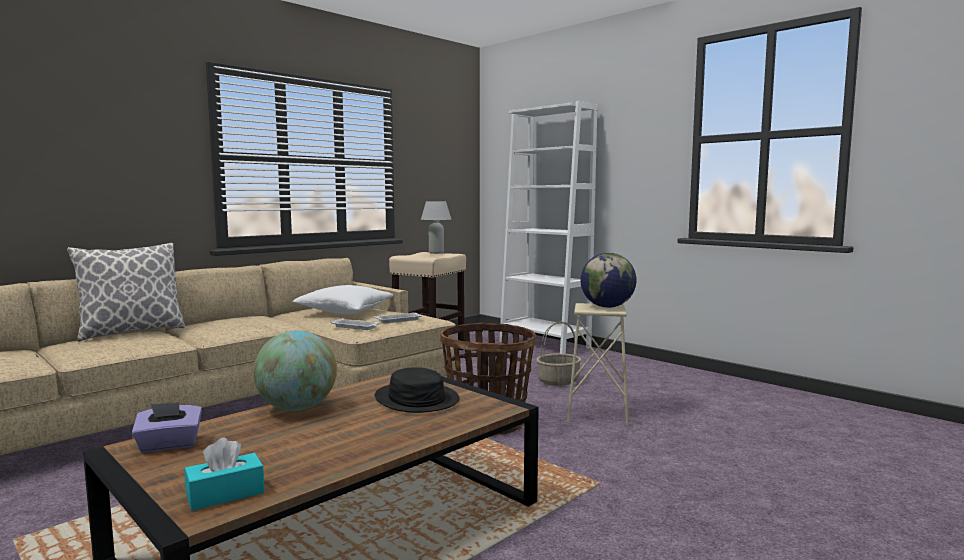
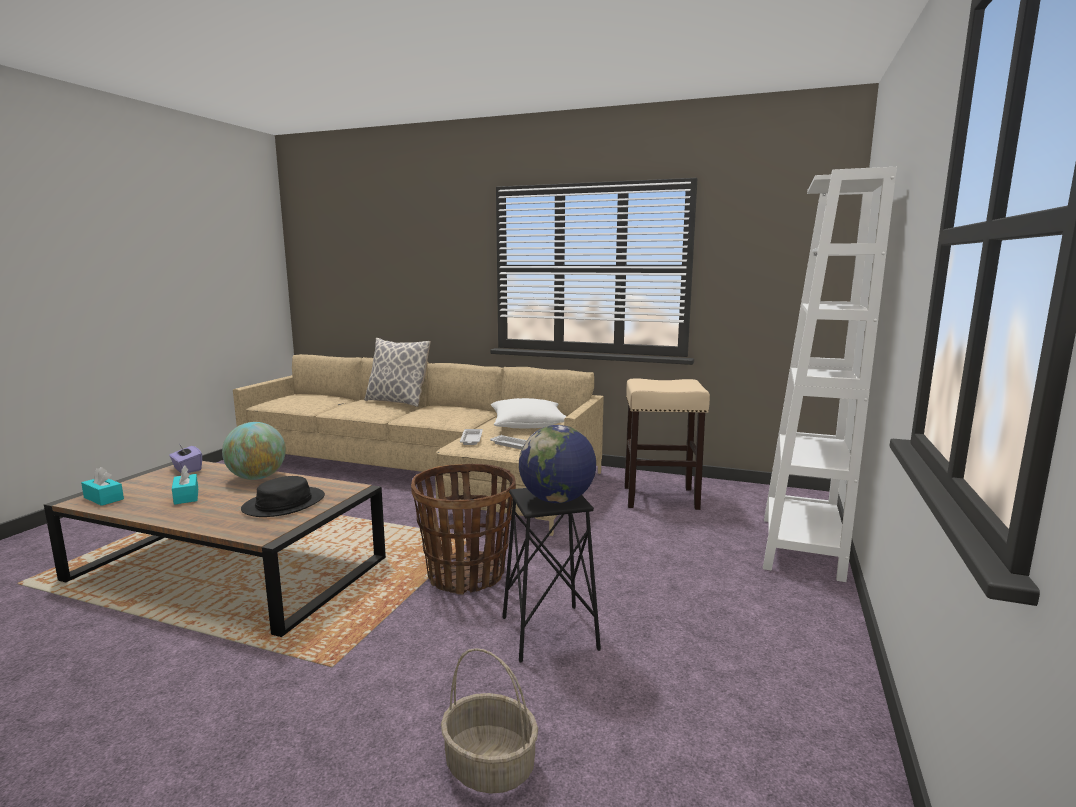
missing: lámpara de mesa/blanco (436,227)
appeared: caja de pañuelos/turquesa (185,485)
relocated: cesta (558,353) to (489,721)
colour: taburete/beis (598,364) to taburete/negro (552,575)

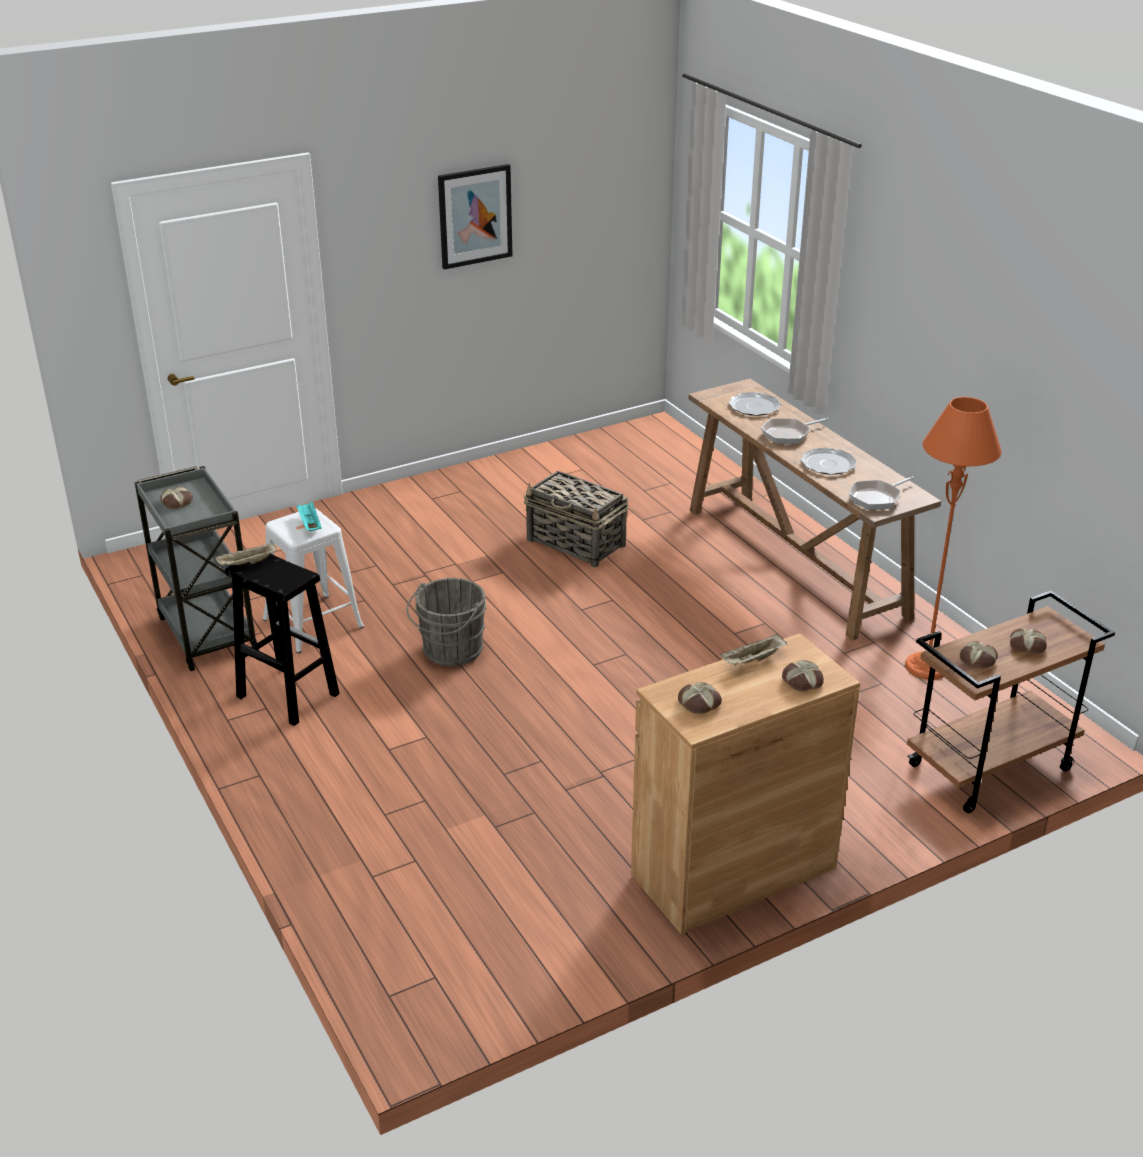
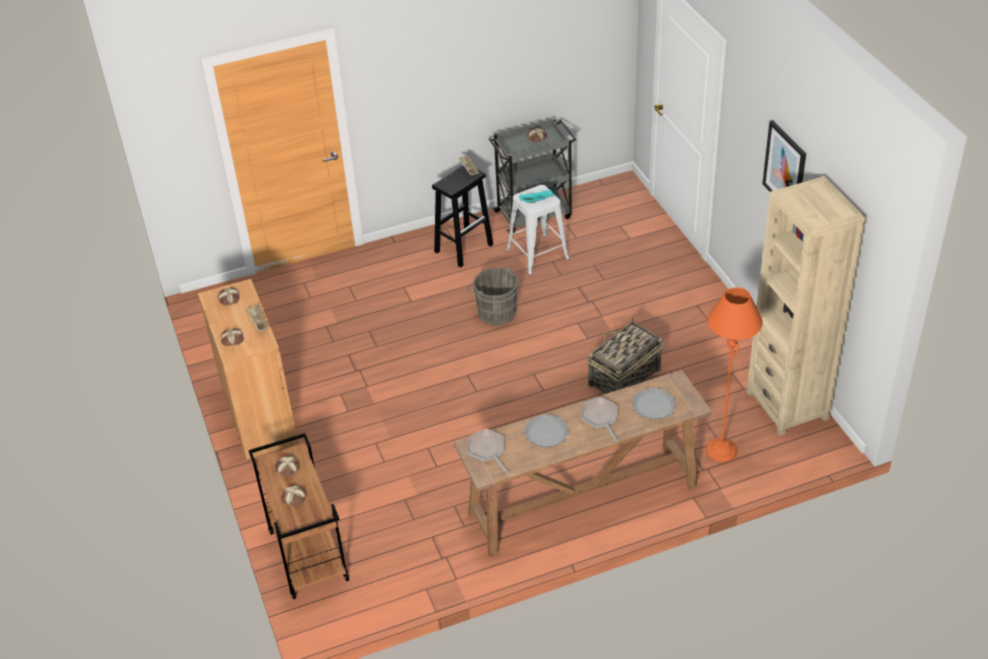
appeared: estantería/beis (806,306)
relocated: lámpara de pie/naranja (953,538) to (734,374)

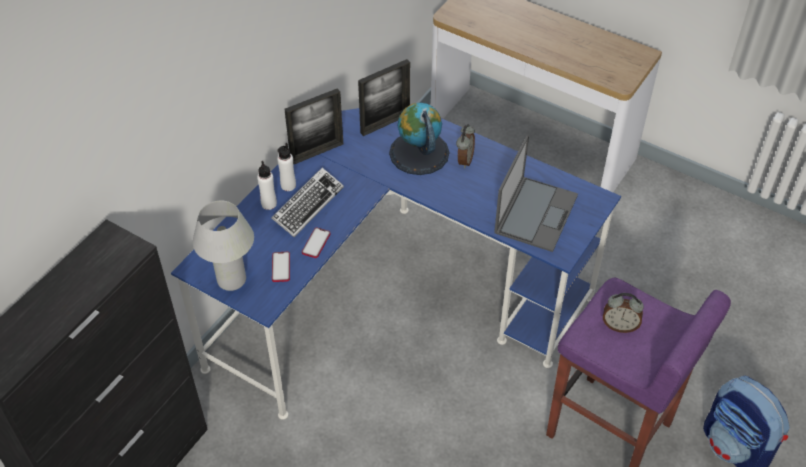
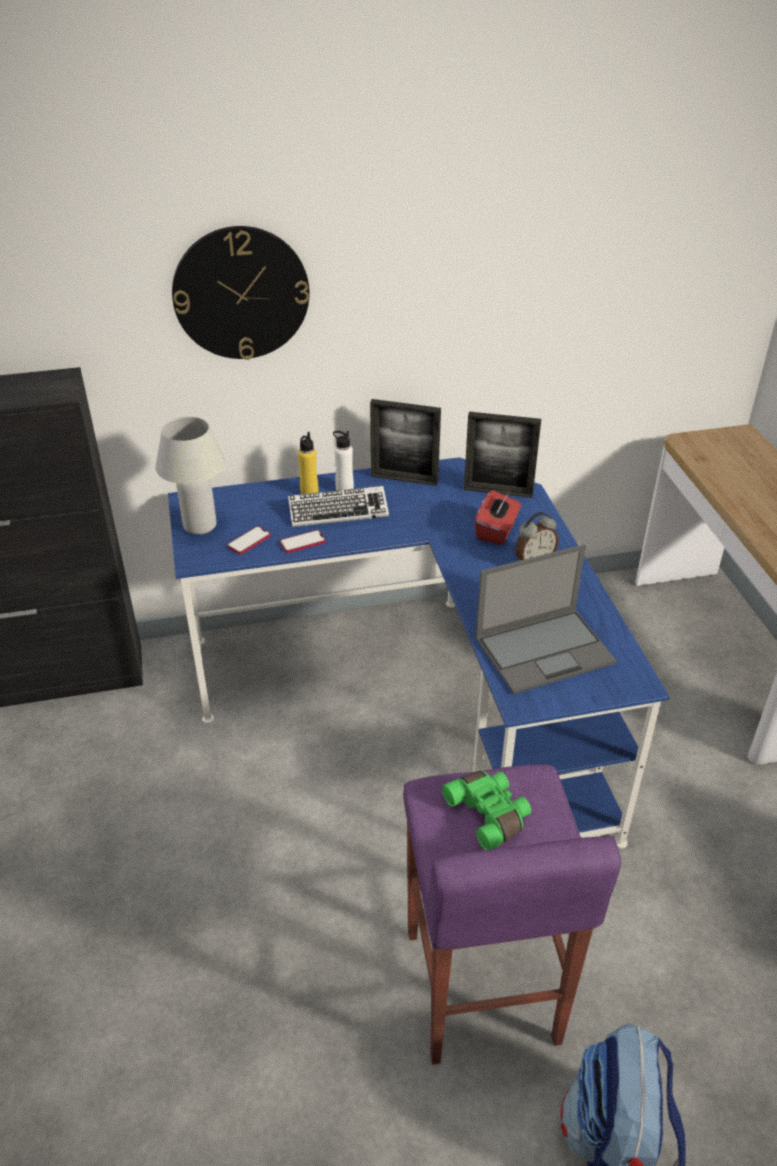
appeared: reloj de pared (240,293)
exchanged: globo terráqueo (419,138) to caja de pañuelos/rojo (497,517); despertador (623,313) to prismáticos/verde (486,810)
colour: botella/blanco (267,185) to botella/amarillo (308,463)

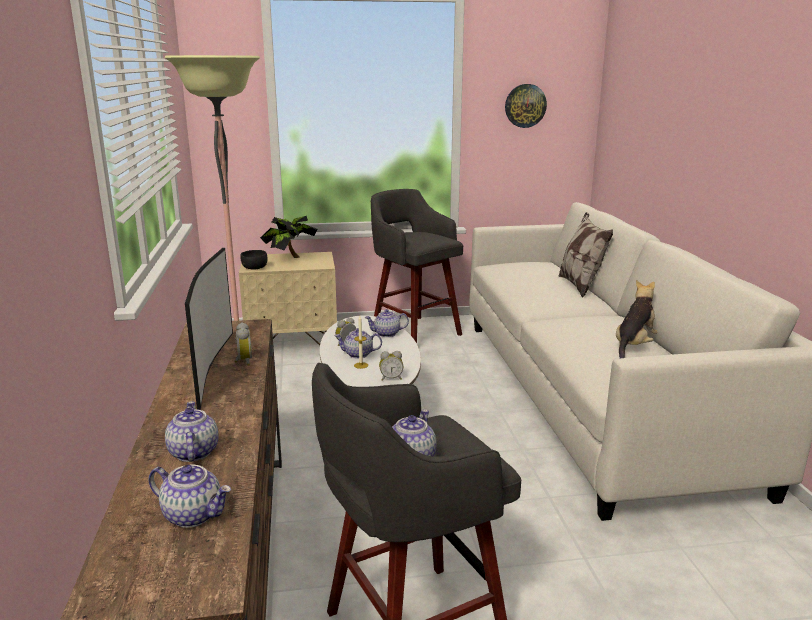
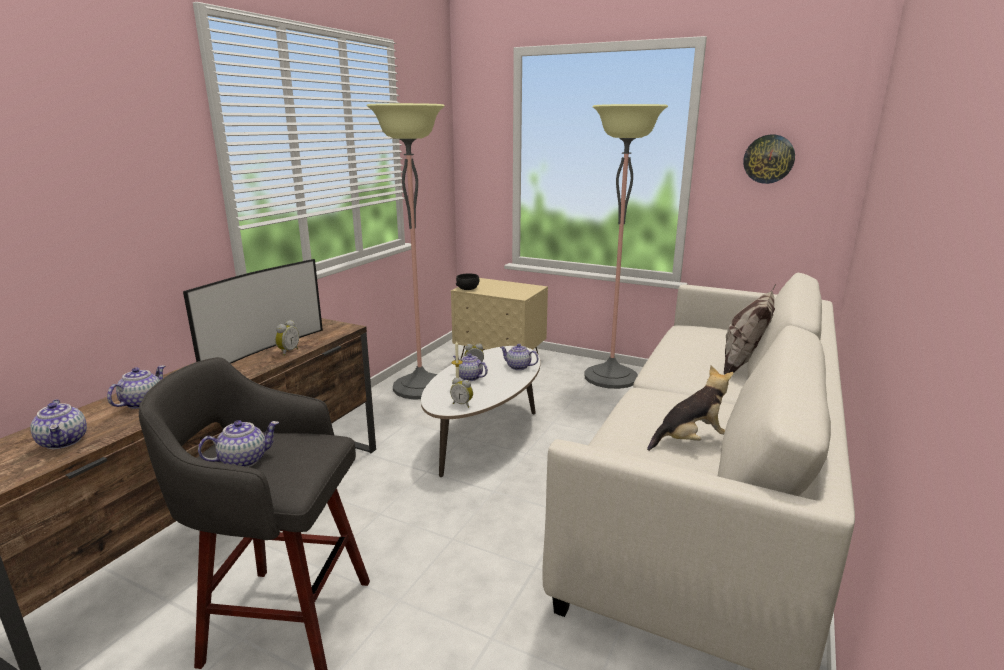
missing: planta en maceta (288,237)
exchanged: taburete/gris (417,266) to lámpara de pie (626,246)

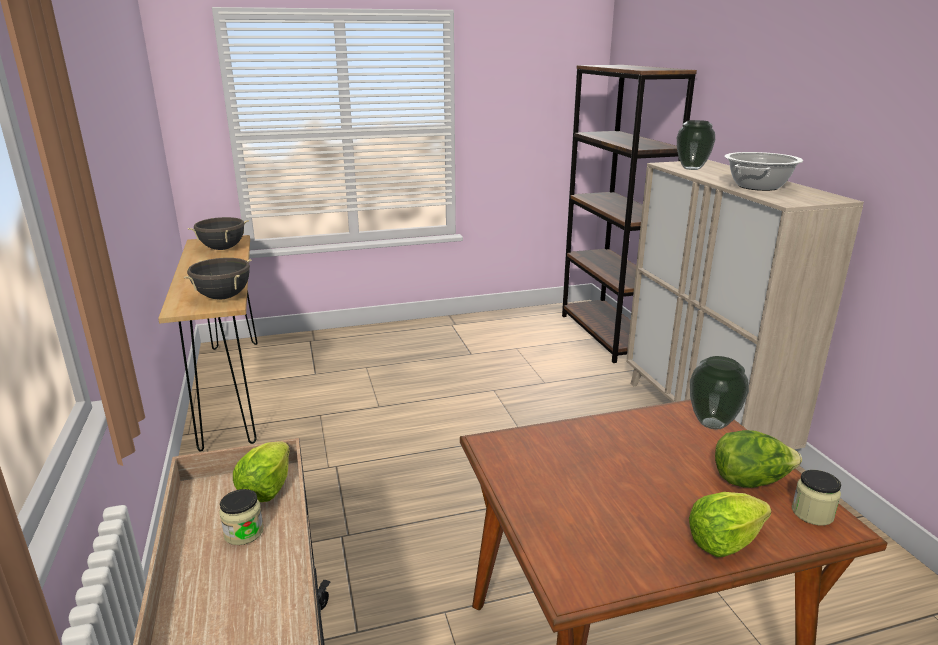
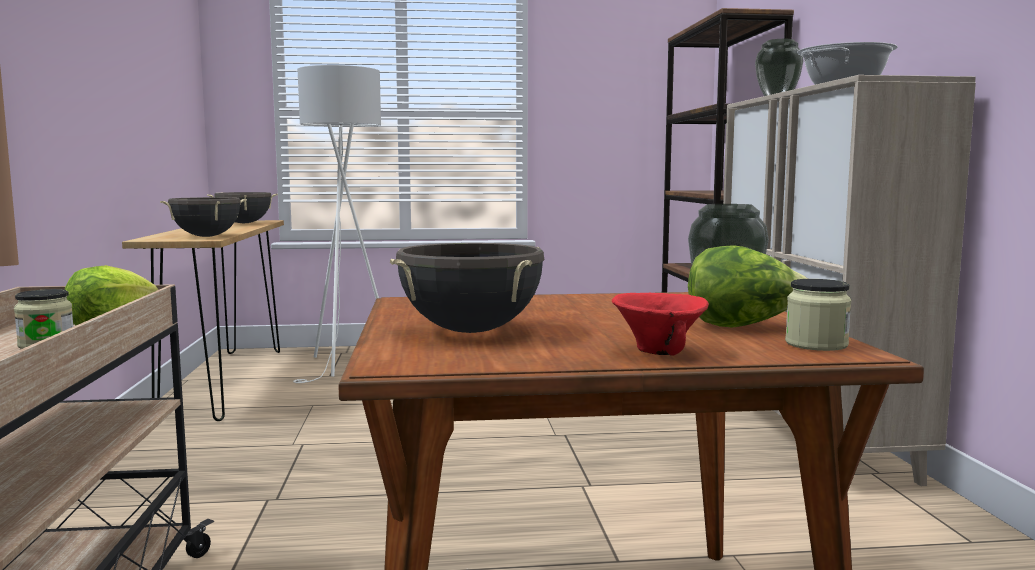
appeared: lámpara de pie/blanco (337,224); olla/negro (467,288)
exchanged: lechuga (730,524) to cuenco/rojo (660,324)

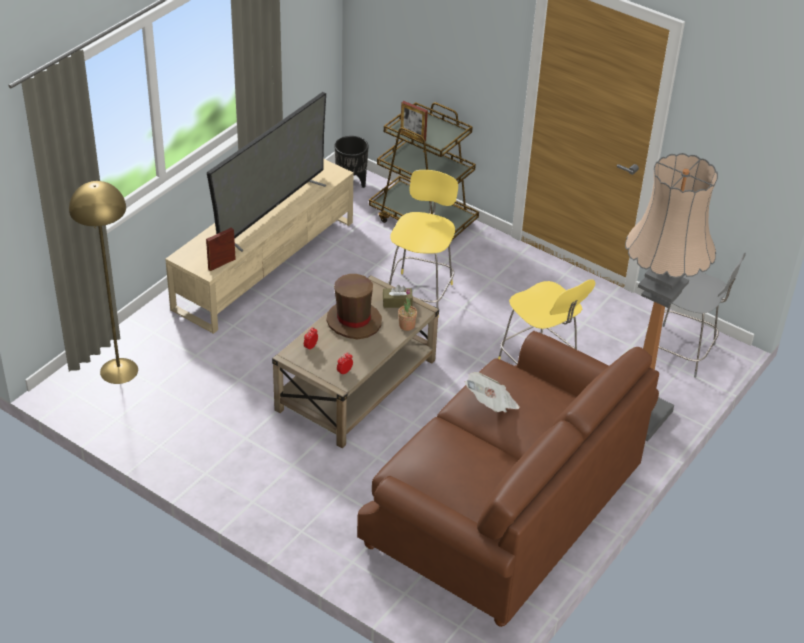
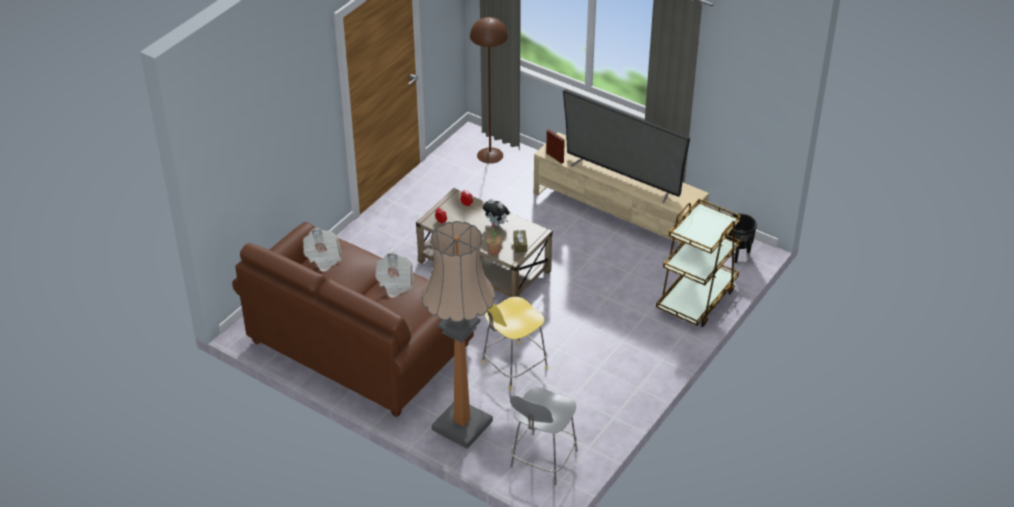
missing: taburete/amarillo (423,243); portarretratos (414,121)
appeared: periódico (322,250)
exchanged: sombrero/marrón (354,306) to peluche (496,212)
colour: lámpara de pie/amarillo (103,282) to lámpara de pie/marrón (489,90)

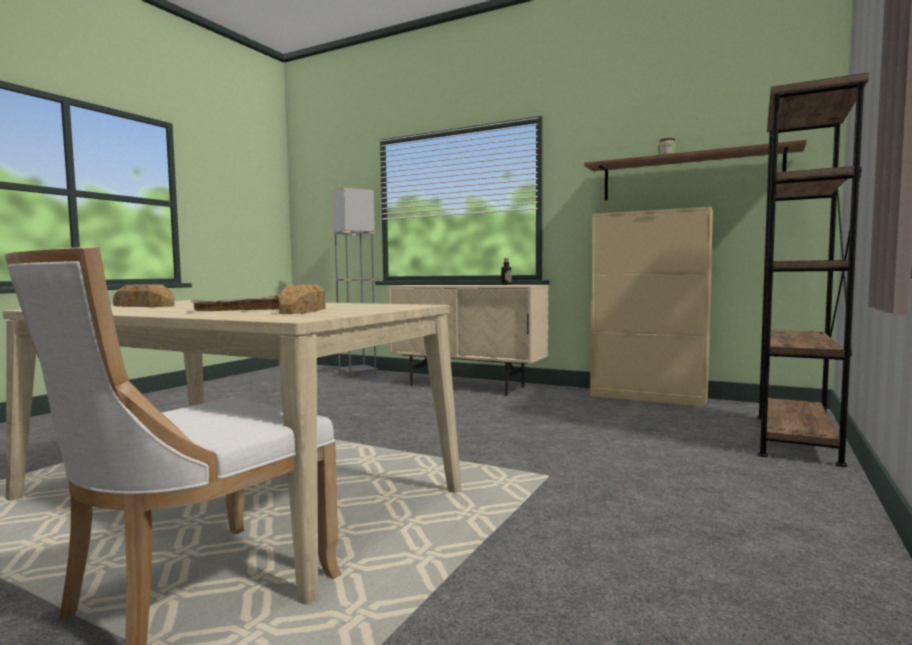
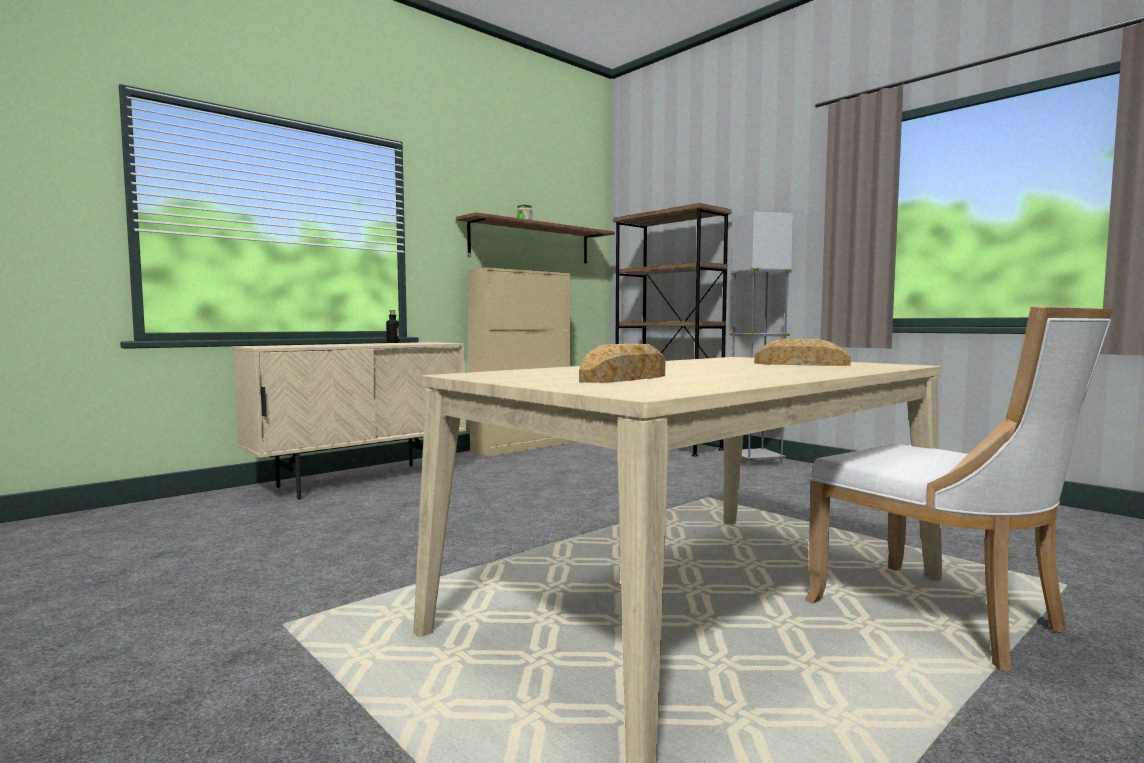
missing: bandeja/beis (234,303)
relocated: lámpara de pie/gris (354,283) to (761,339)

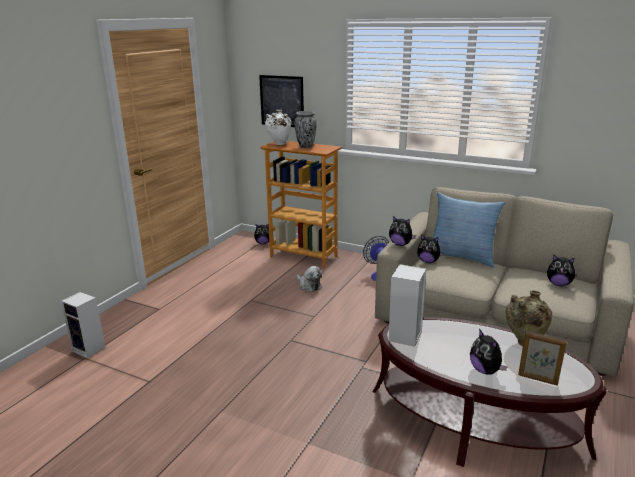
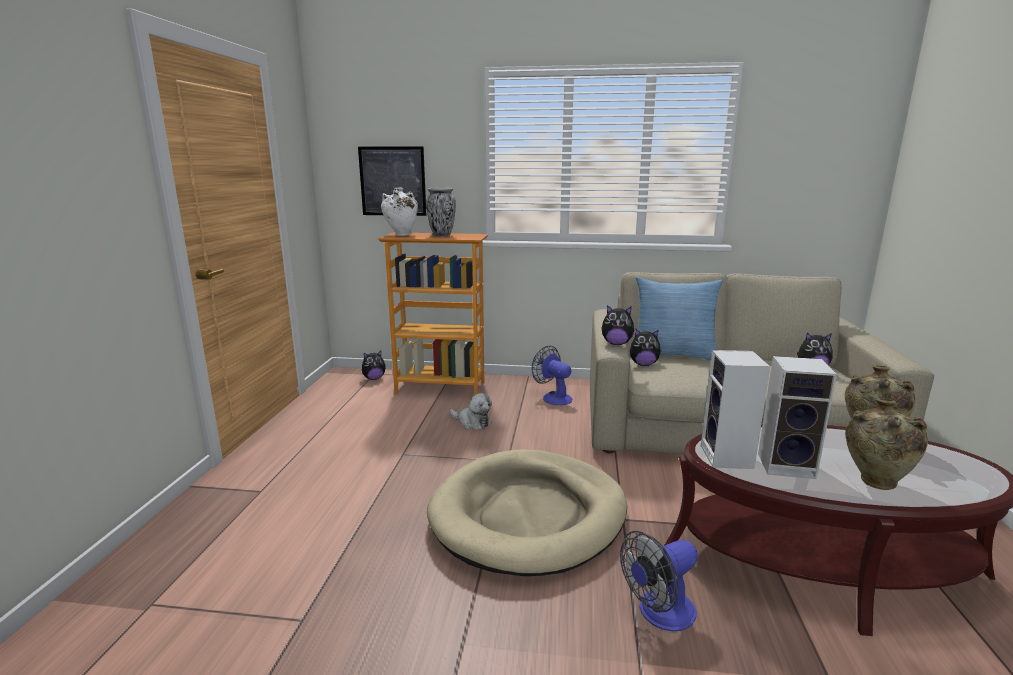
missing: portarretratos (542,358)
appeared: cama para perro/beis (527,512); ventilador (659,581)
relocated: altavoz (83,325) to (797,417)
exchanged: peluche (488,352) to florero/beis (886,444)

